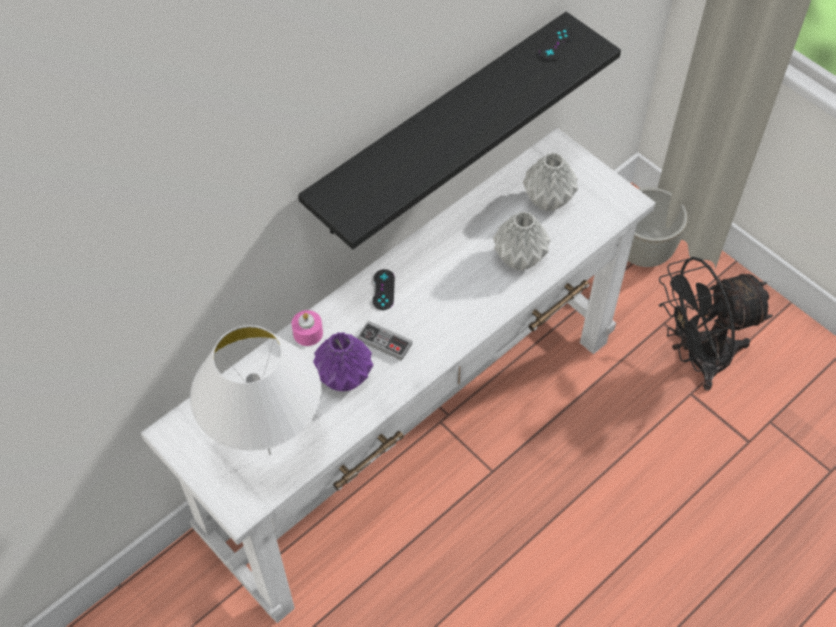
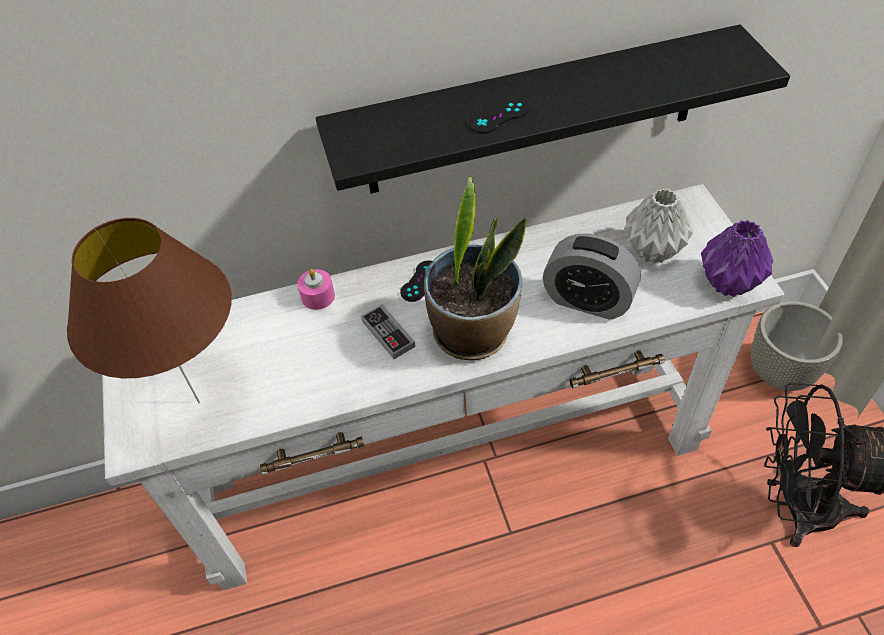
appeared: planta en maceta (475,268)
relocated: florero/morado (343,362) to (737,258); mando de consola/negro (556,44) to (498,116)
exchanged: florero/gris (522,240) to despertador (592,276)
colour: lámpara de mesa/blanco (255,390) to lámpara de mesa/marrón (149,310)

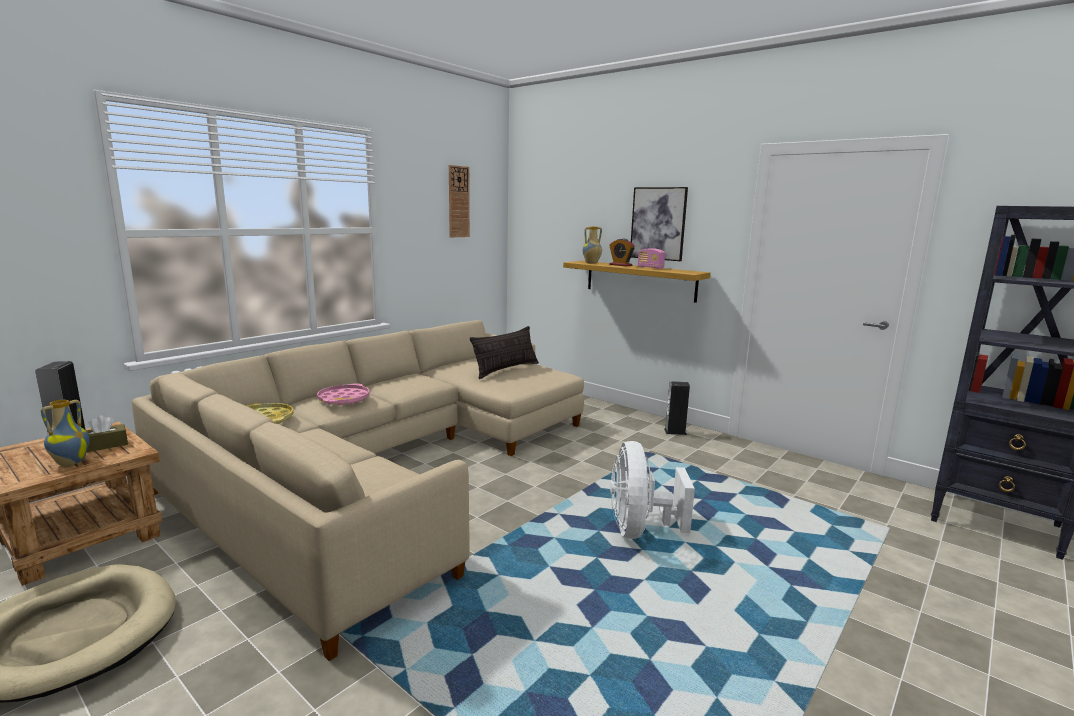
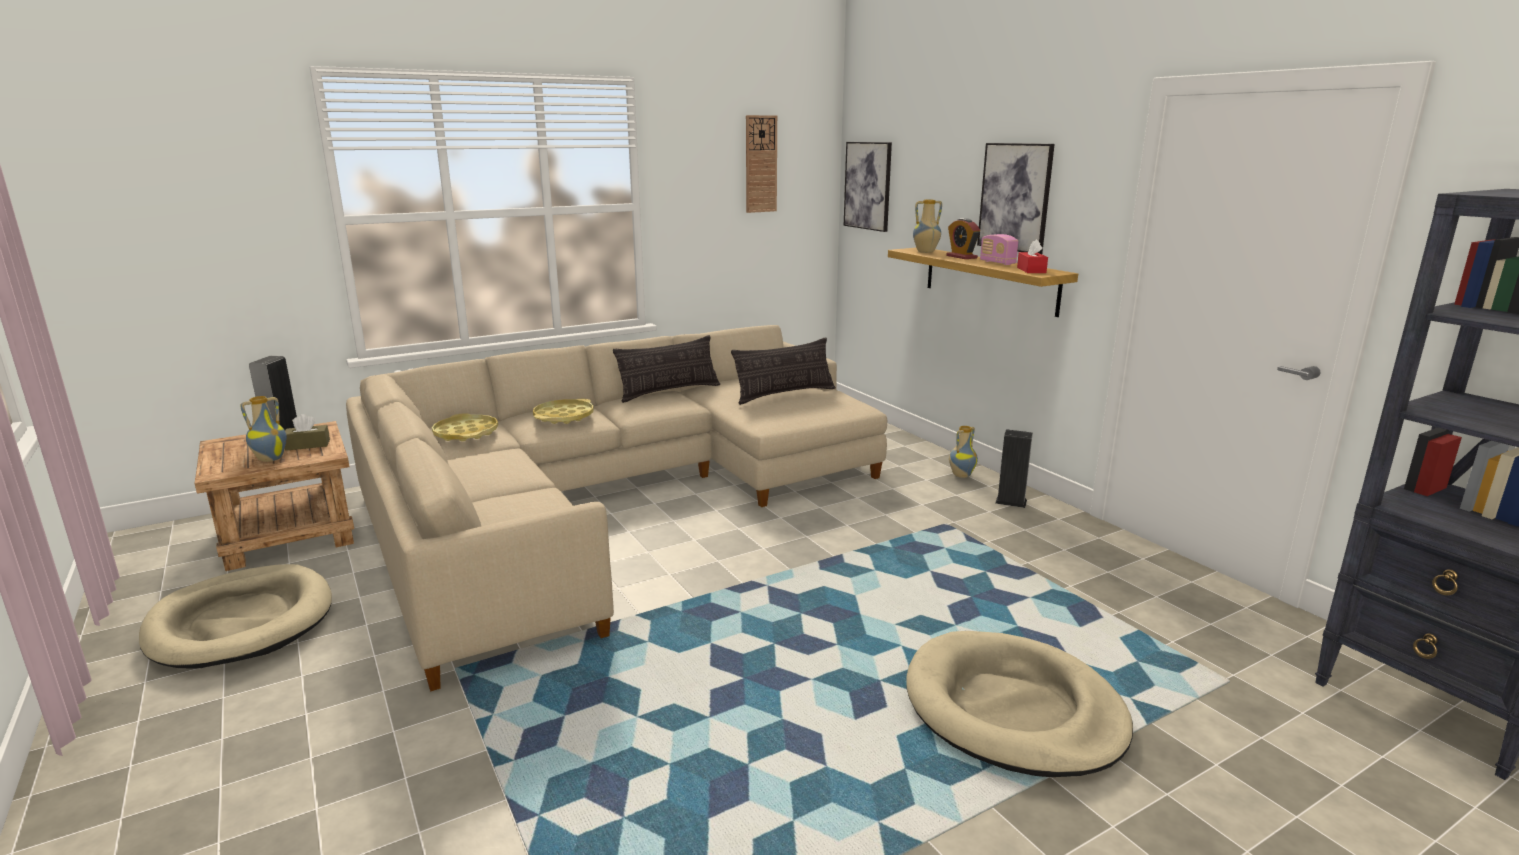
missing: ventilador/blanco (652,490)
appeared: cojín (666,369); cuadro (868,187); cama para perro/beis (1019,704); florero (963,452); caja de pañuelos/rojo (1032,256)
colour: bandeja/rosa (343,394) to bandeja/amarillo (563,411)

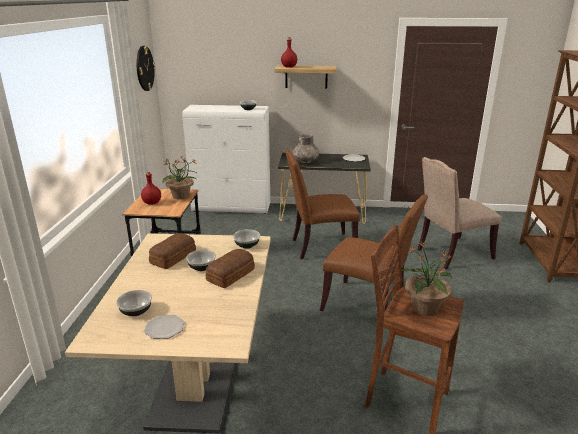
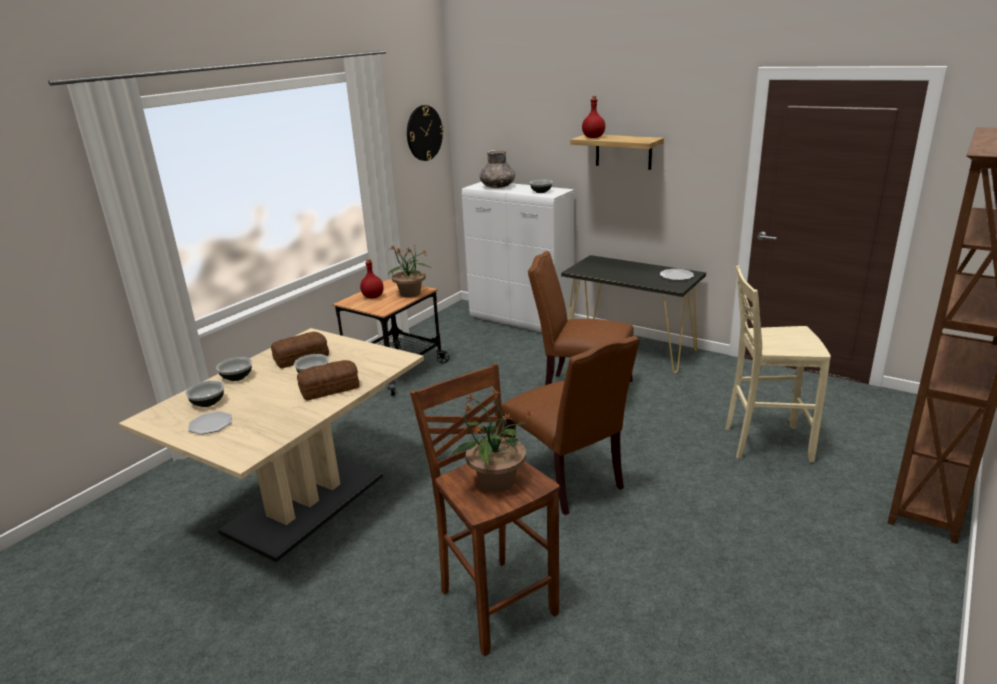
relocated: cuenco (246,239) to (234,369); florero/gris (305,148) to (497,169)
exchanged: silla/beis (459,213) to taburete/beis (778,364)

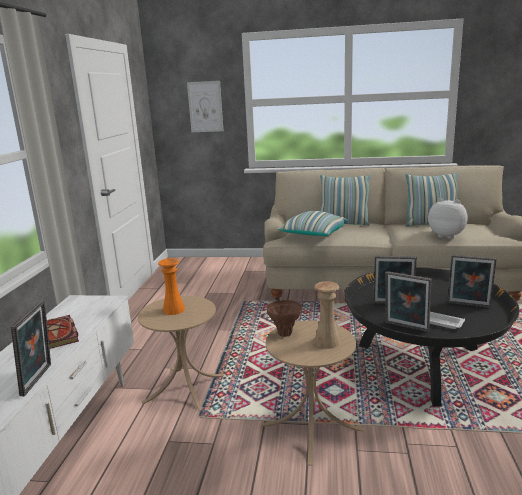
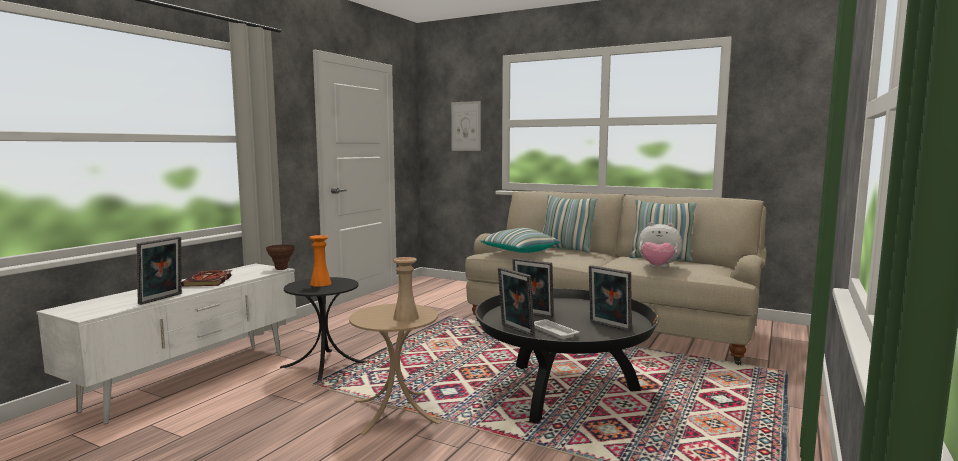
relocated: florero/marrón (284,318) to (280,257)
colour: mesa auxiliar/beis (181,353) to mesa auxiliar/negro (323,329)
spun: peluche (448,218) = (660,245) 150 degrees clockwise

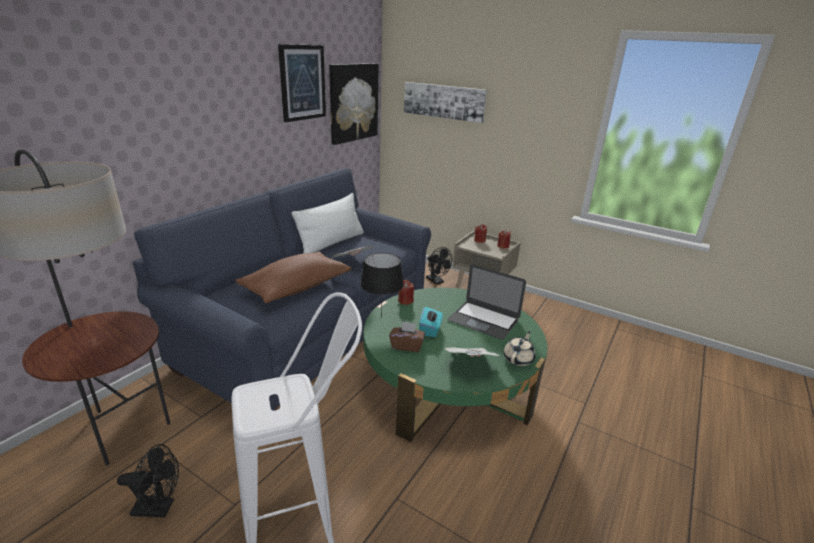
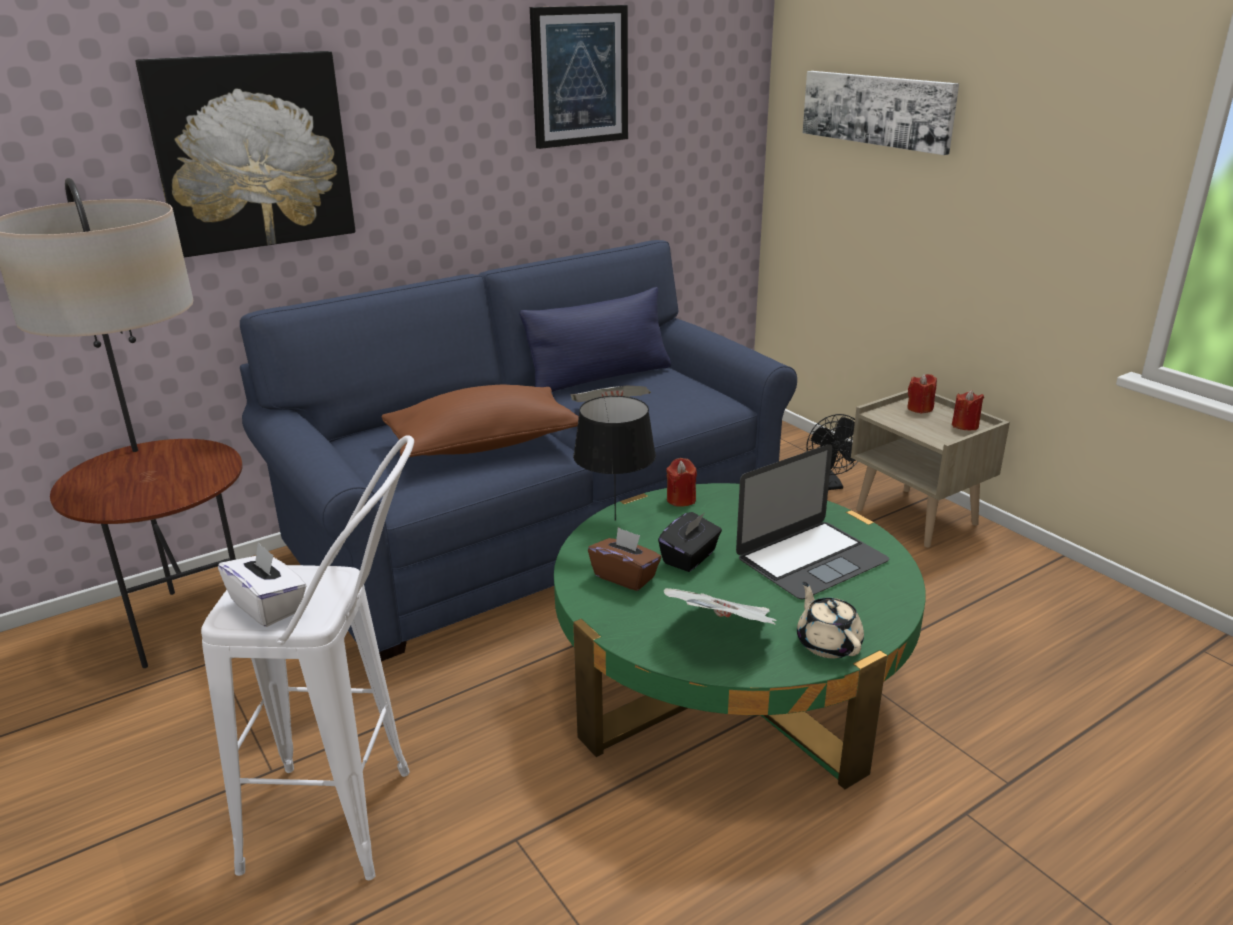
missing: ventilador/negro (148,480)
appeared: caja de pañuelos/blanco (262,584)
relocated: cuadro (353,104) to (245,154)
colour: cojín/blanco (327,223) to cojín/azul (595,339); caja de pañuelos/turquesa (431,322) to caja de pañuelos/negro (690,542)
spun: portátil (487,302) = (812,521) 90 degrees counterclockwise; tetera/beis (519,348) = (830,620) 75 degrees counterclockwise

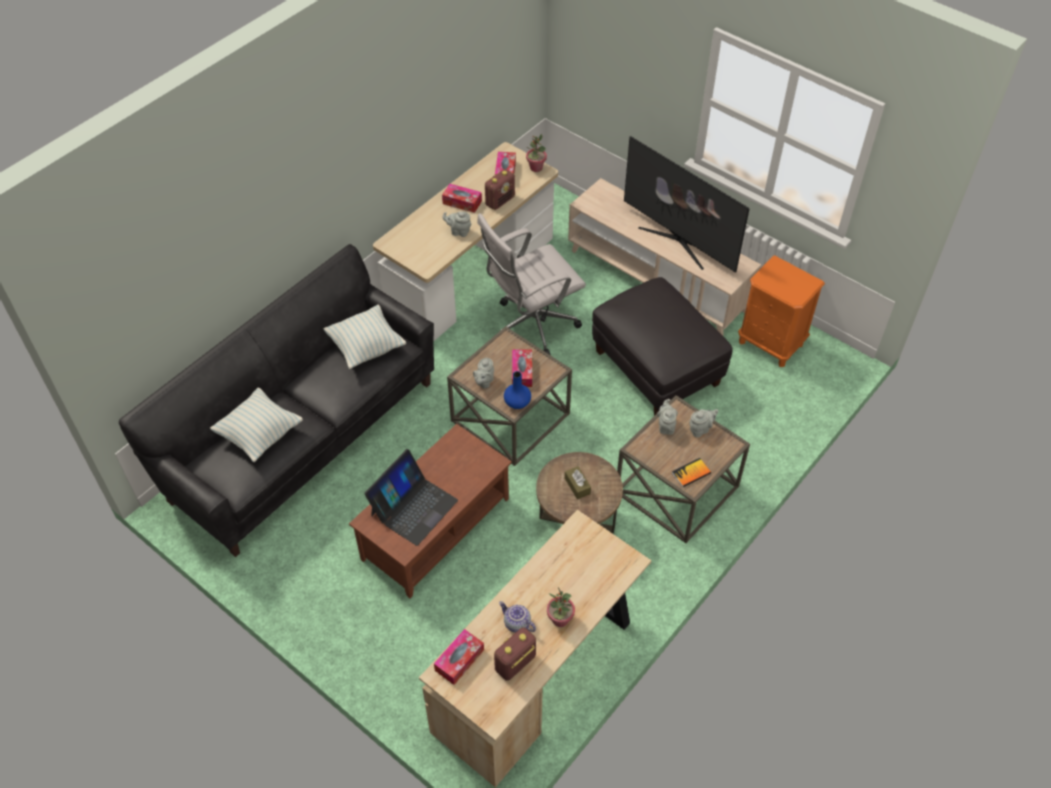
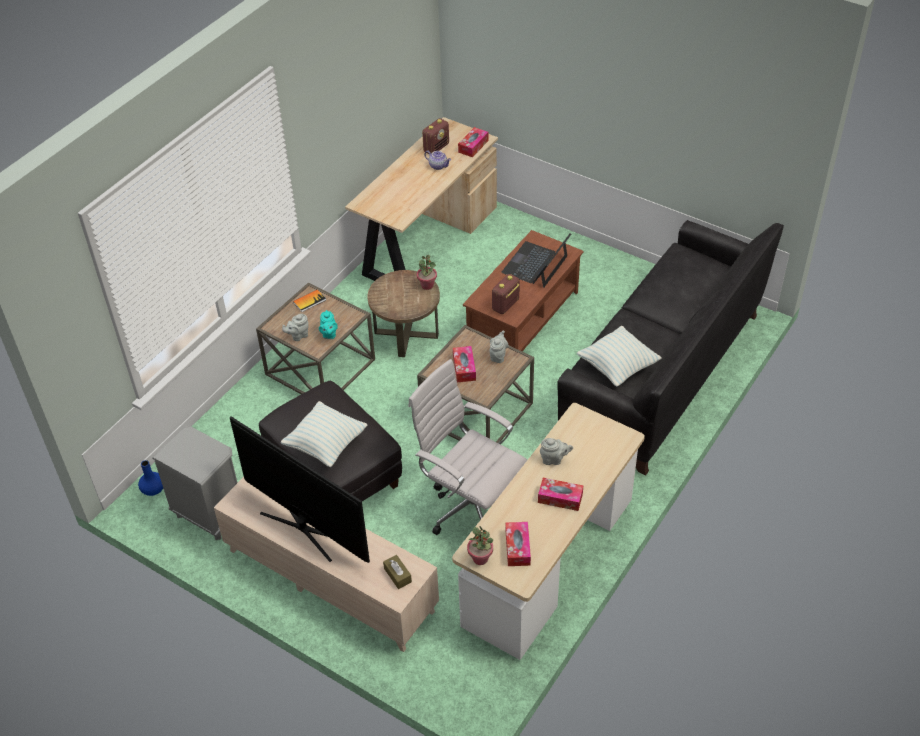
relocated: cojín (256,424) to (324,434); radio (500,189) to (506,294); florero/azul (517,390) to (150,478); planta en maceta (561,607) to (427,272); caja de pañuelos/marrón (578,482) to (397,572)
colour: tetera/gris (667,417) to tetera/turquesa (328,324); mesita de noche/naranja (781,311) to mesita de noche/gris (195,483)
spun: silla de oficina/blanco (531,284) = (467,447) 105 degrees counterclockwise

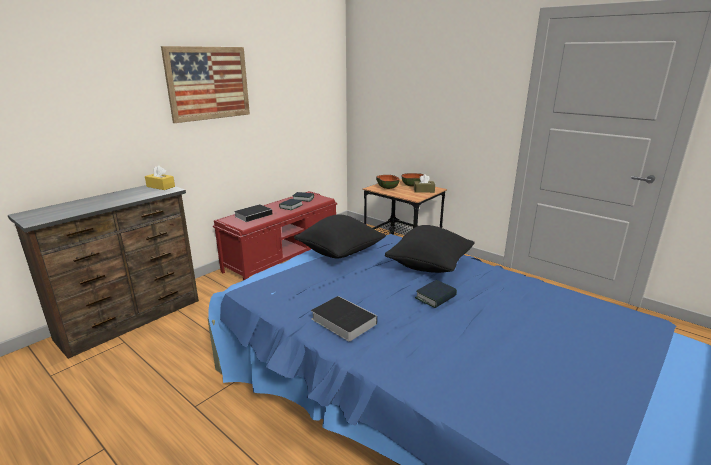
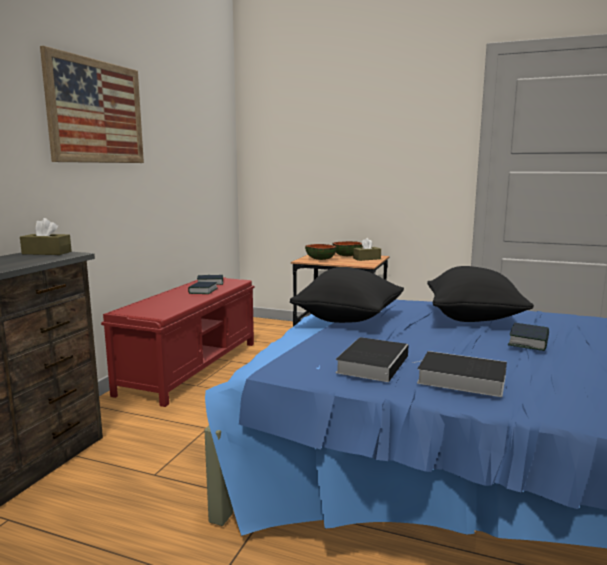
relocated: libro (254,213) to (372,359)
colour: caja de pañuelos/amarillo (160,177) to caja de pañuelos/marrón (46,236)

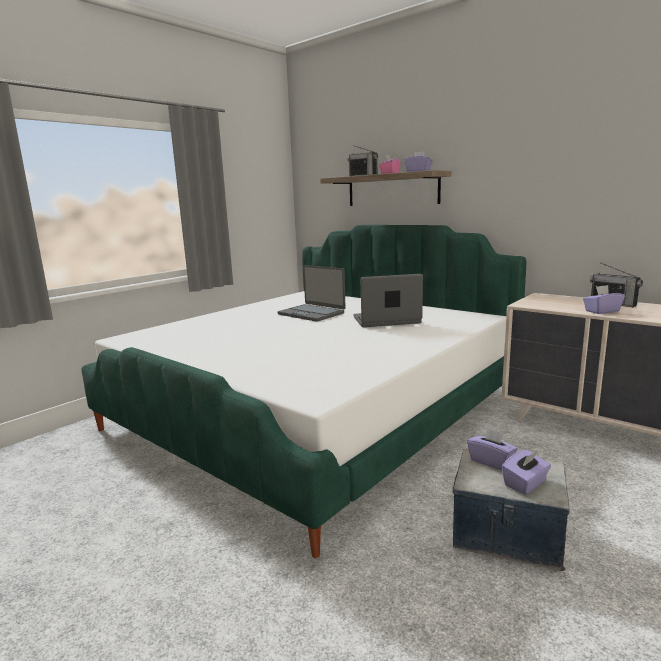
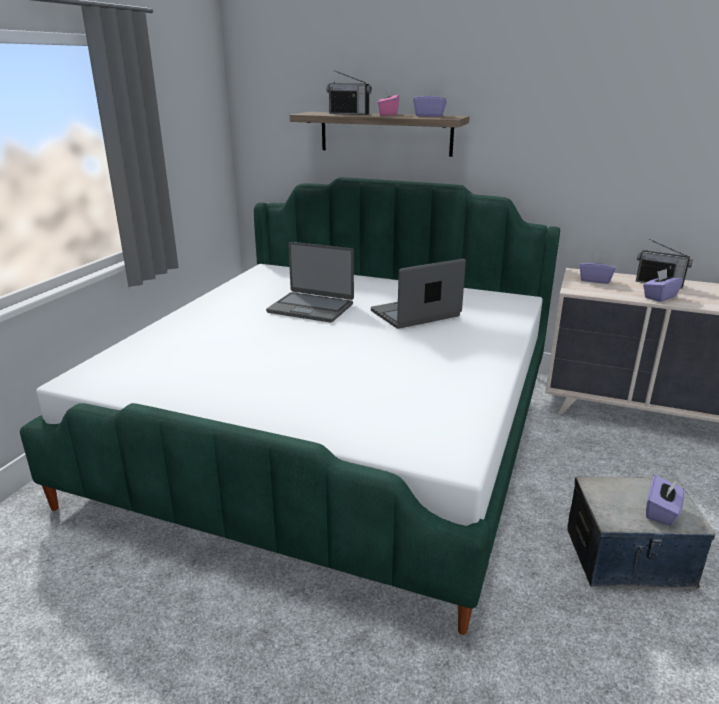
relocated: caja de pañuelos/morado (492,449) to (597,269)

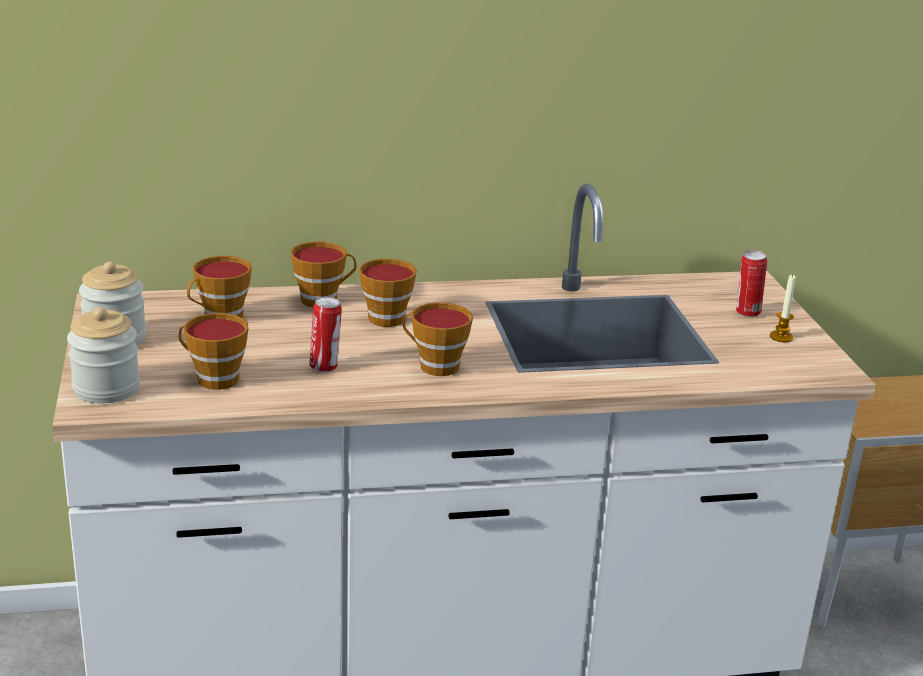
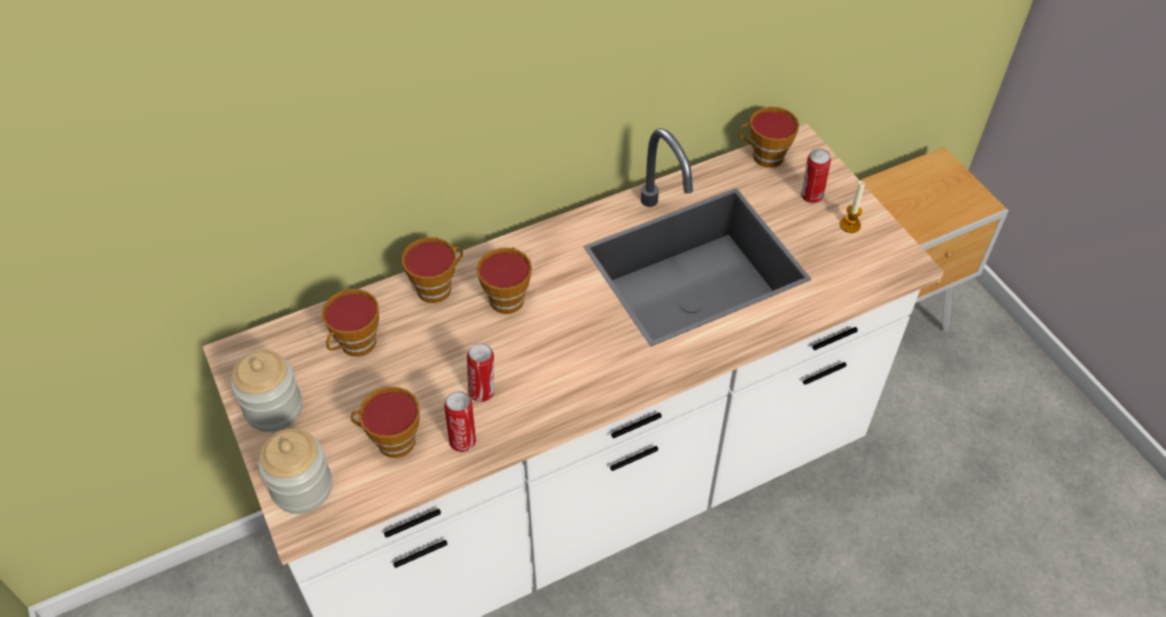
appeared: lata (460,421)
relocated: taza (438,339) to (769,137)

